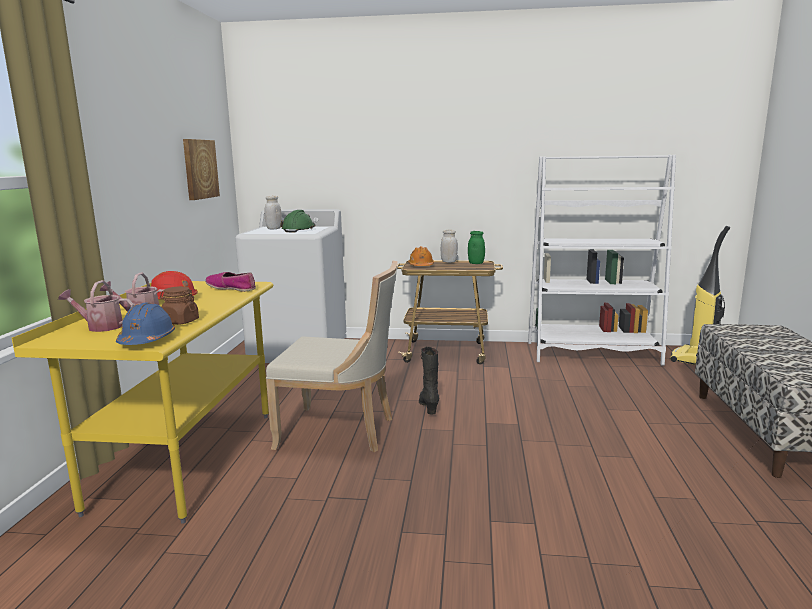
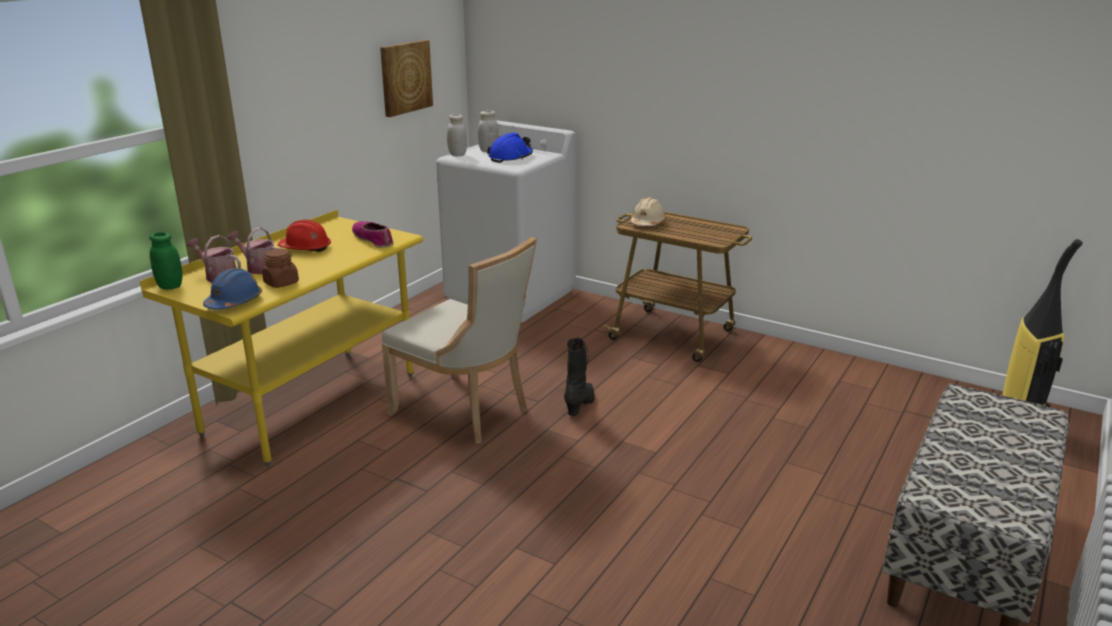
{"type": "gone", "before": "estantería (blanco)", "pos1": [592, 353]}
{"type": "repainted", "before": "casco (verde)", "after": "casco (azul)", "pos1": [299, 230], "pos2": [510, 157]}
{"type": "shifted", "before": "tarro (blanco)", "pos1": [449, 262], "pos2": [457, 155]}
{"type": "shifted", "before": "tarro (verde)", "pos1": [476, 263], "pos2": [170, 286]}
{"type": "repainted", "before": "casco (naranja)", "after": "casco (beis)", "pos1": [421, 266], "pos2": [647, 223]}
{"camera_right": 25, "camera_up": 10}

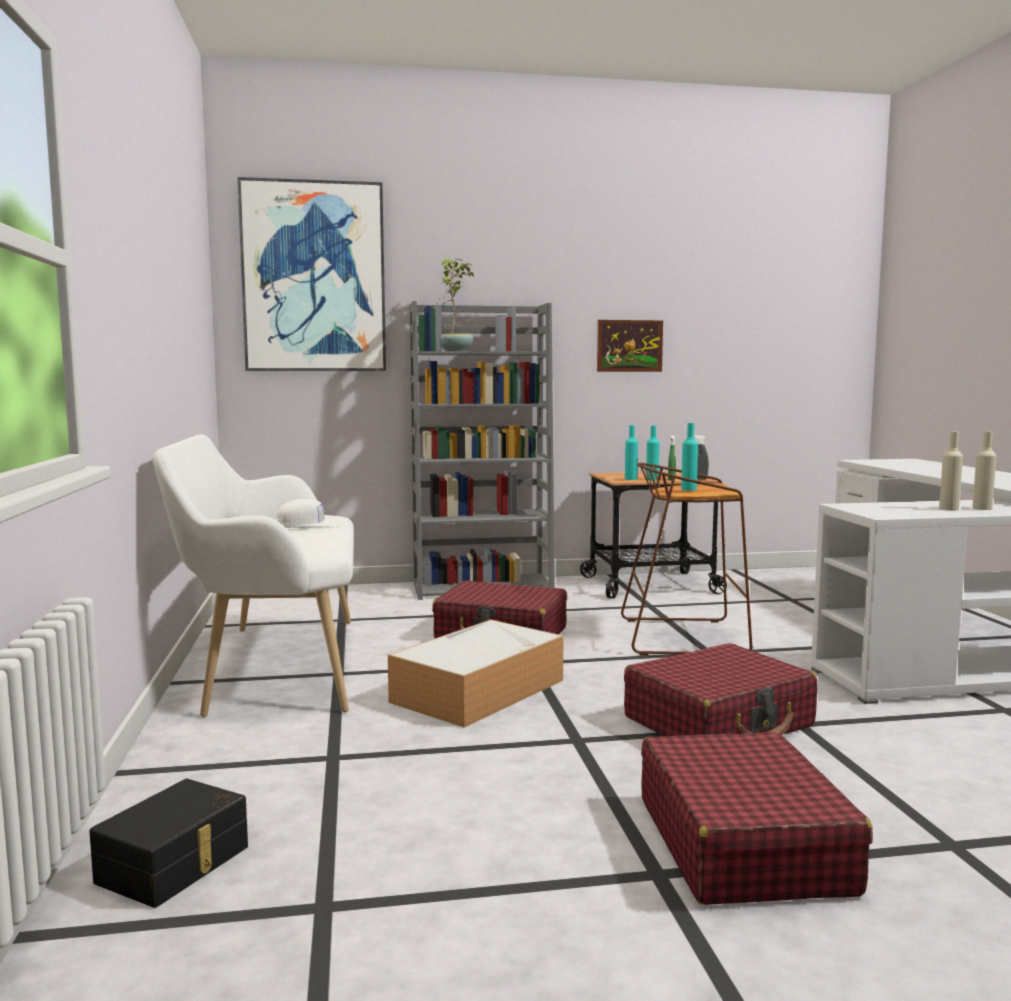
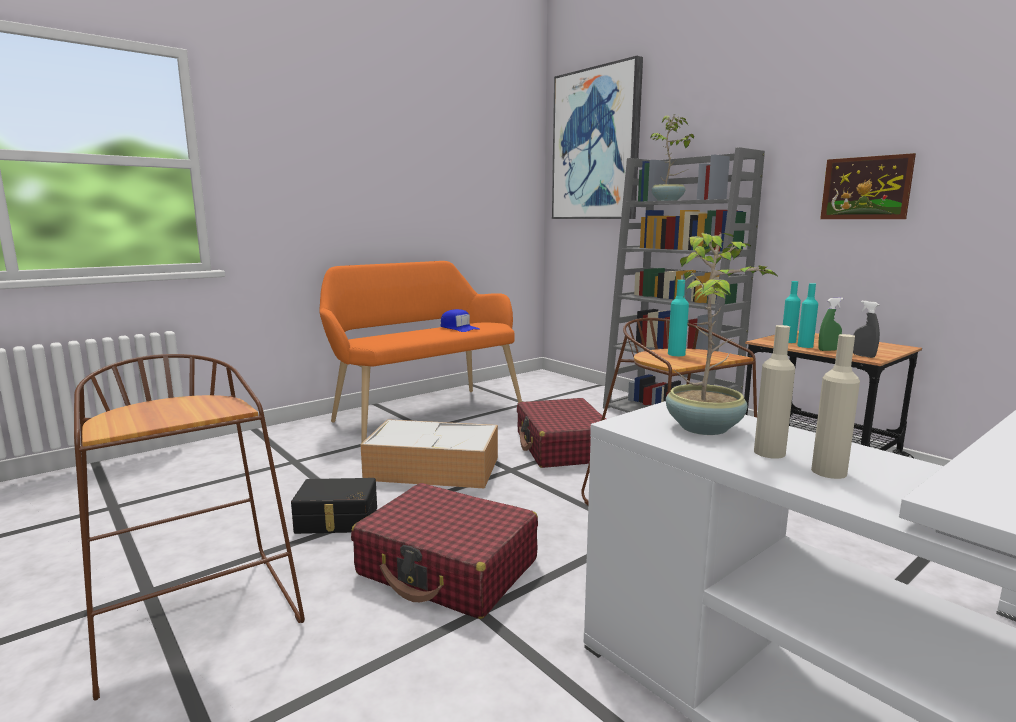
{"type": "repainted", "before": "banco (blanco)", "after": "banco (naranja)", "pos1": [273, 665], "pos2": [423, 412]}
{"type": "repainted", "before": "gorra (blanco)", "after": "gorra (azul)", "pos1": [308, 525], "pos2": [459, 328]}
{"type": "swapped", "before": "maleta (rojo)", "after": "taburete (marrón)", "pos1": [742, 844], "pos2": [198, 619]}
{"type": "shifted", "before": "caja de almacenaje (negro)", "pos1": [176, 865], "pos2": [336, 521]}
{"type": "new", "after": "planta en maceta", "pos2": [705, 427]}
{"camera_right": 60, "camera_up": 5}

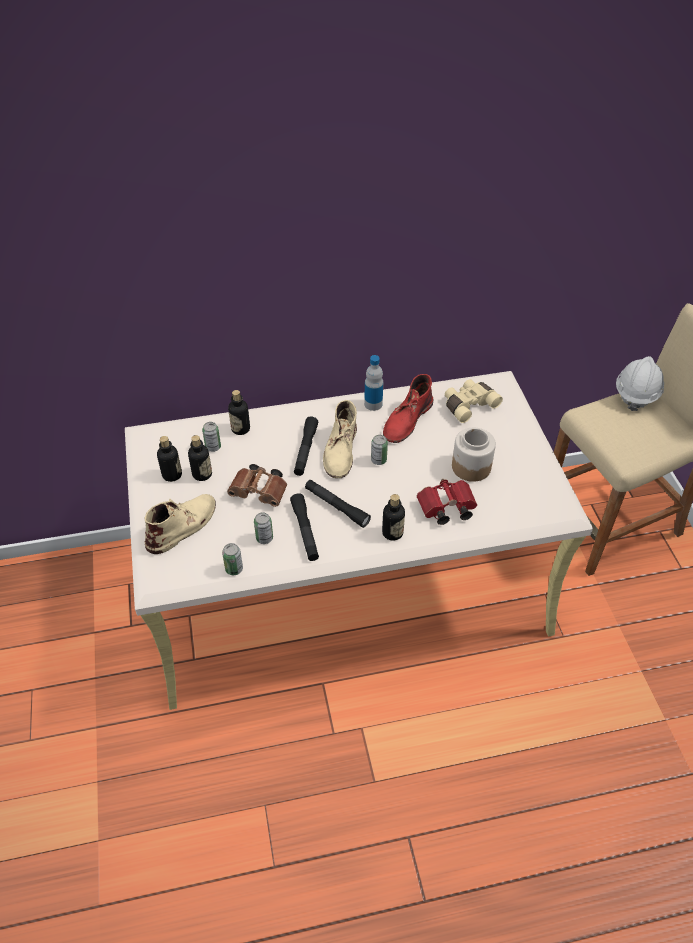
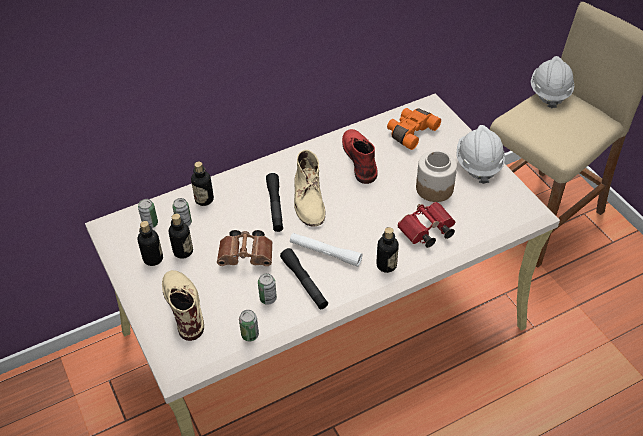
{"type": "gone", "before": "botella", "pos1": [373, 404]}
{"type": "rotated", "before": "bota (rojo)", "pos1": [407, 420], "pos2": [359, 158], "turn": 150}
{"type": "repainted", "before": "prismáticos (beis)", "after": "prismáticos (naranja)", "pos1": [468, 405], "pos2": [410, 132]}
{"type": "shifted", "before": "lata", "pos1": [378, 460], "pos2": [150, 223]}
{"type": "repainted", "before": "linterna (negro)", "after": "linterna (blanco)", "pos1": [336, 506], "pos2": [325, 253]}
{"type": "rotated", "before": "bota (beis)", "pos1": [183, 526], "pos2": [183, 305], "turn": -45}
{"type": "new", "after": "casco (blanco)", "pos2": [478, 164]}
{"camera_right": -15, "camera_up": 0}

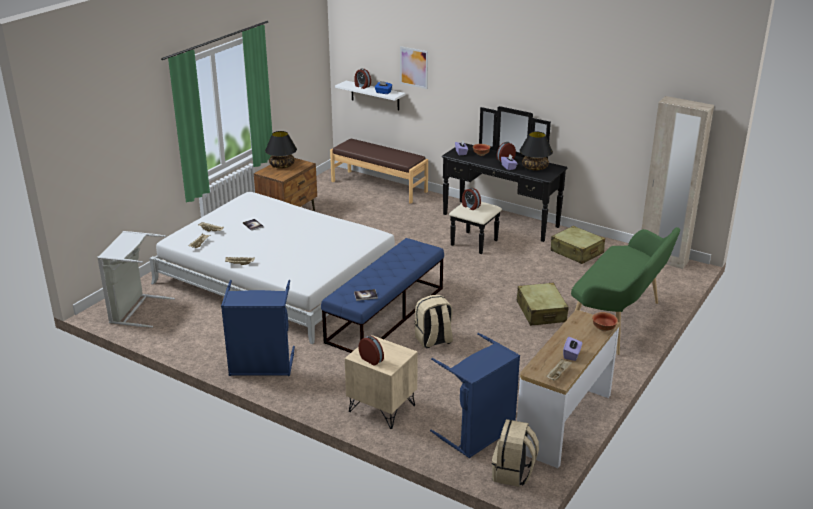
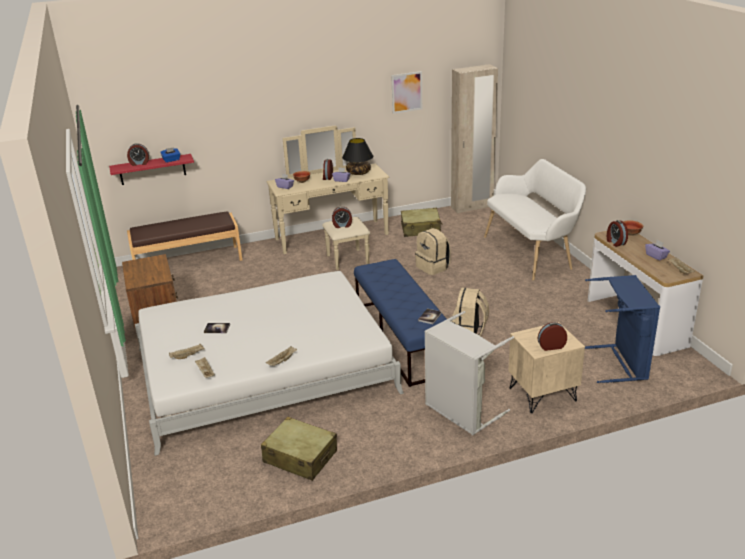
{"type": "shifted", "before": "cuadro", "pos1": [414, 67], "pos2": [407, 92]}
{"type": "repainted", "before": "estante (blanco)", "after": "estante (rojo)", "pos1": [375, 95], "pos2": [152, 169]}
{"type": "repainted", "before": "cómoda (negro)", "after": "cómoda (beis)", "pos1": [495, 225], "pos2": [335, 241]}
{"type": "gone", "before": "lámpara de mesa (negro)", "pos1": [282, 165]}
{"type": "repainted", "before": "banco (verde)", "after": "banco (blanco)", "pos1": [619, 322], "pos2": [531, 253]}
{"type": "shifted", "before": "cesto de la ropa (gris)", "pos1": [136, 310], "pos2": [461, 412]}
{"type": "gone", "before": "cesto de la ropa (azul)", "pos1": [261, 366]}
{"type": "shifted", "before": "maleta (beis)", "pos1": [541, 312], "pos2": [300, 457]}
{"type": "shifted", "before": "mochila (beis)", "pos1": [513, 473], "pos2": [433, 267]}
{"type": "new", "after": "despertador", "pos2": [615, 242]}
{"camera_right": -50, "camera_up": 0}

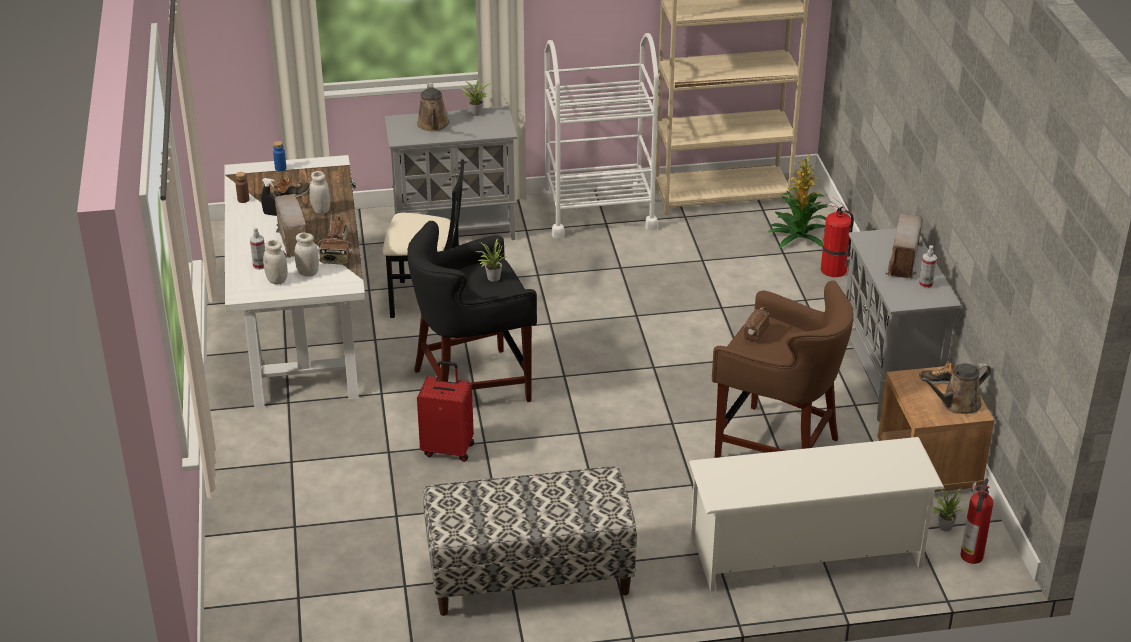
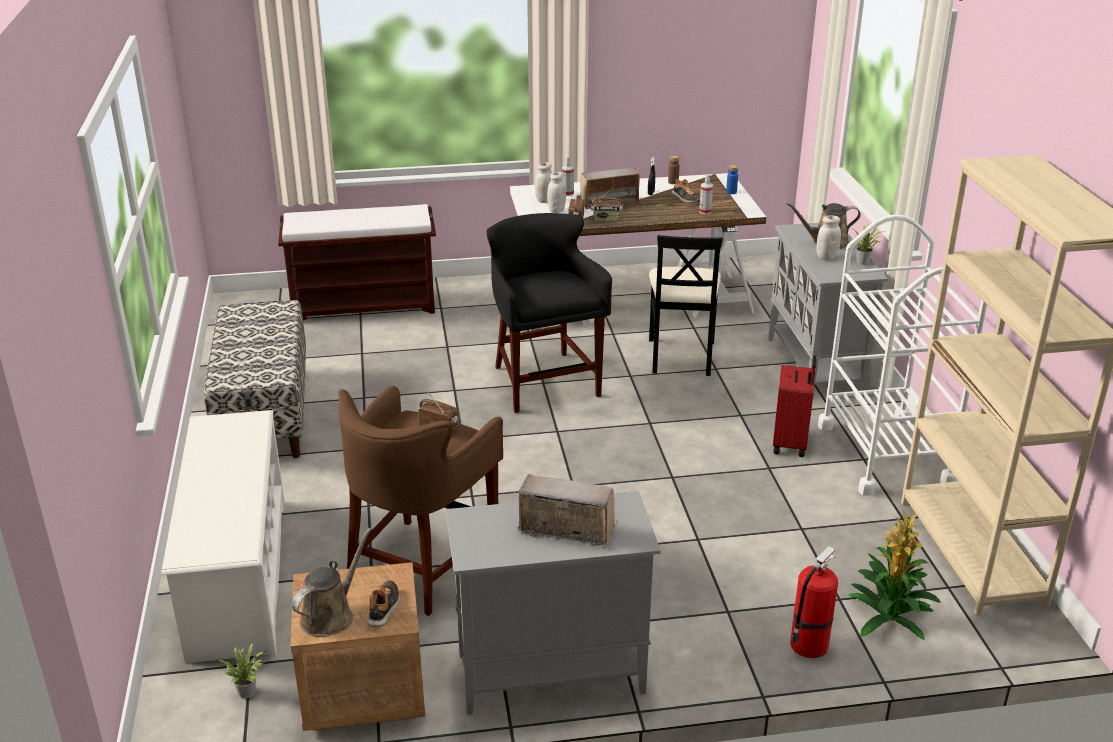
{"type": "shifted", "before": "tarro (blanco)", "pos1": [321, 210], "pos2": [826, 257]}
{"type": "gone", "before": "planta en maceta", "pos1": [492, 278]}
{"type": "shifted", "before": "pulverizador", "pos1": [925, 284], "pos2": [705, 211]}
{"type": "shifted", "before": "maleta (rojo)", "pos1": [448, 449], "pos2": [791, 444]}
{"type": "rotated", "before": "regadera (marrón)", "pos1": [957, 404], "pos2": [330, 615], "turn": 60}
{"type": "gone", "before": "extintor", "pos1": [971, 557]}
{"type": "new", "after": "banco (marrón)", "pos2": [365, 306]}
{"camera_right": 90, "camera_up": -5}

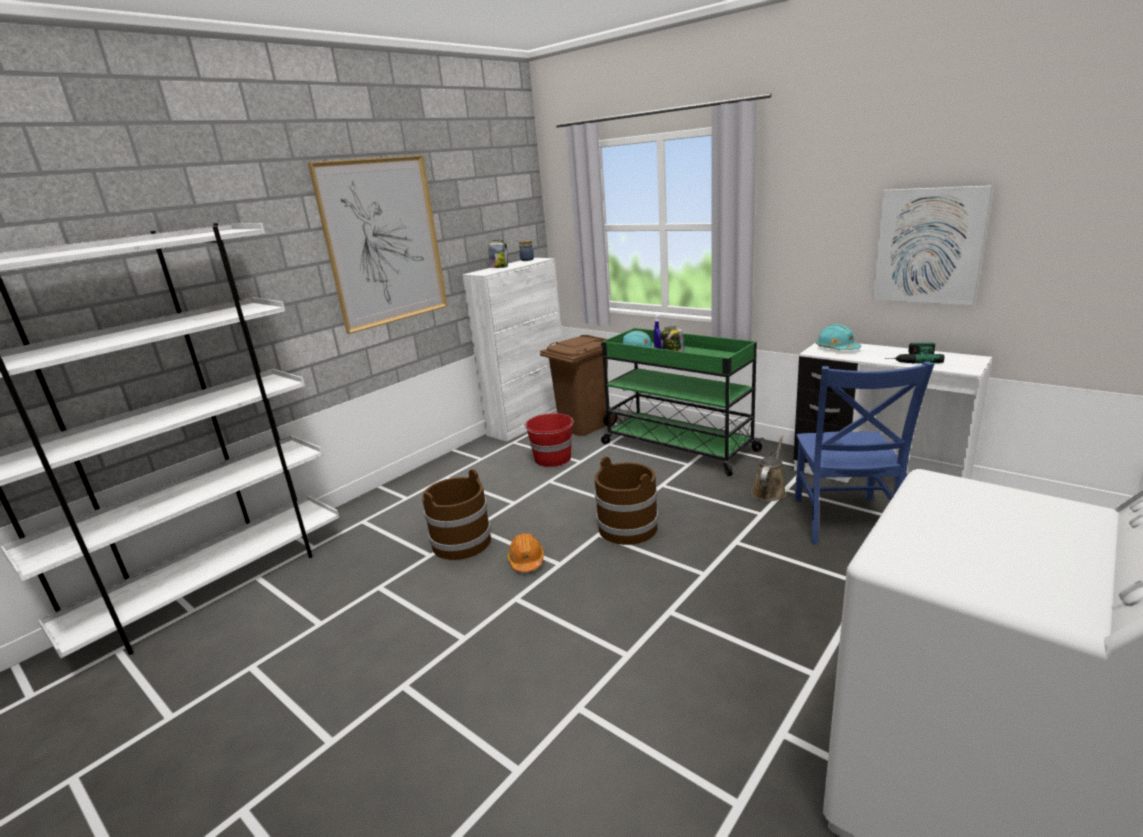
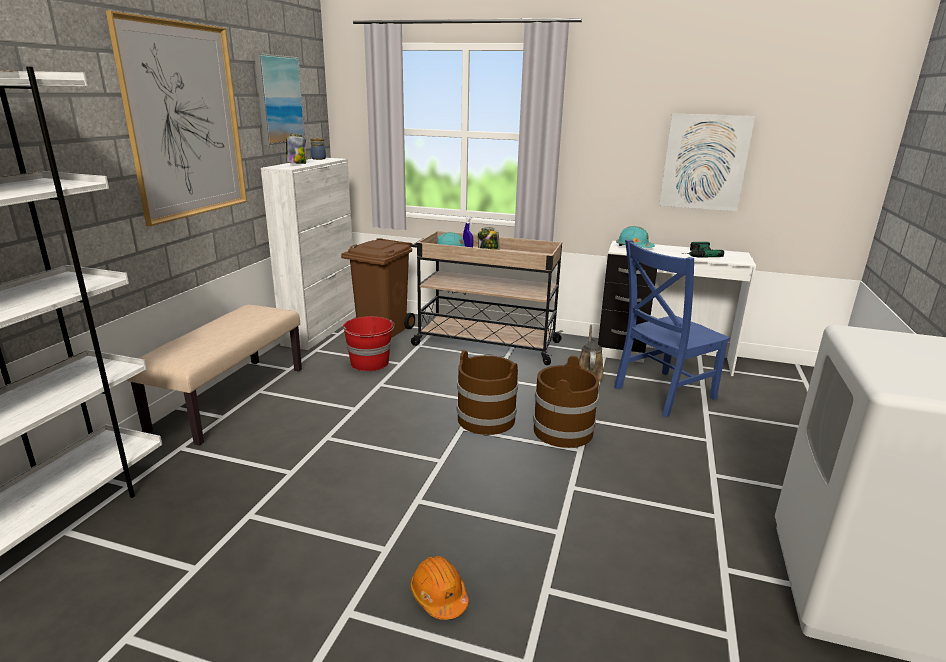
{"type": "repainted", "before": "carrito (verde)", "after": "carrito (beis)", "pos1": [676, 446], "pos2": [485, 343]}
{"type": "rotated", "before": "silla (azul)", "pos1": [844, 522], "pos2": [661, 394], "turn": 75}
{"type": "shifted", "before": "cubo (marrón)", "pos1": [461, 543], "pos2": [563, 431]}
{"type": "shifted", "before": "casco (naranja)", "pos1": [526, 560], "pos2": [439, 596]}
{"type": "new", "after": "cuadro", "pos2": [279, 100]}
{"type": "new", "after": "banco (beis)", "pos2": [230, 398]}
{"camera_right": -25, "camera_up": 0}

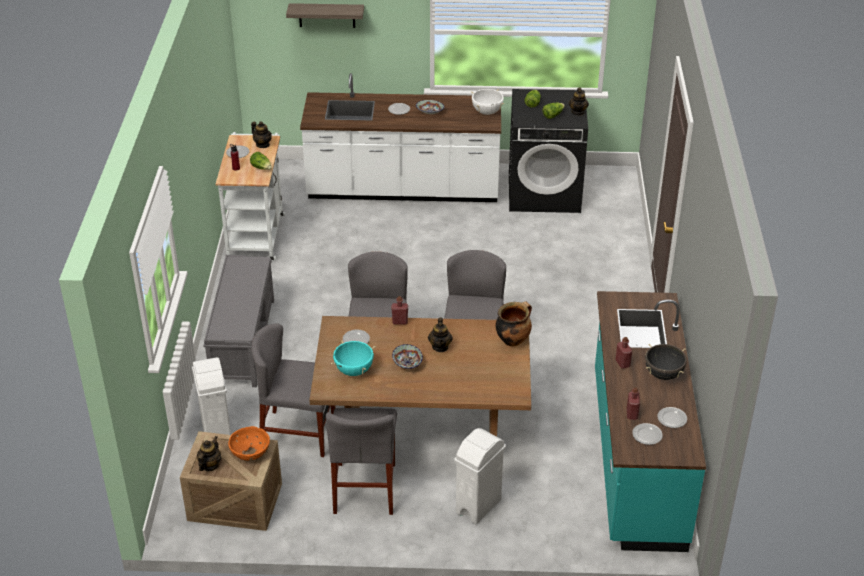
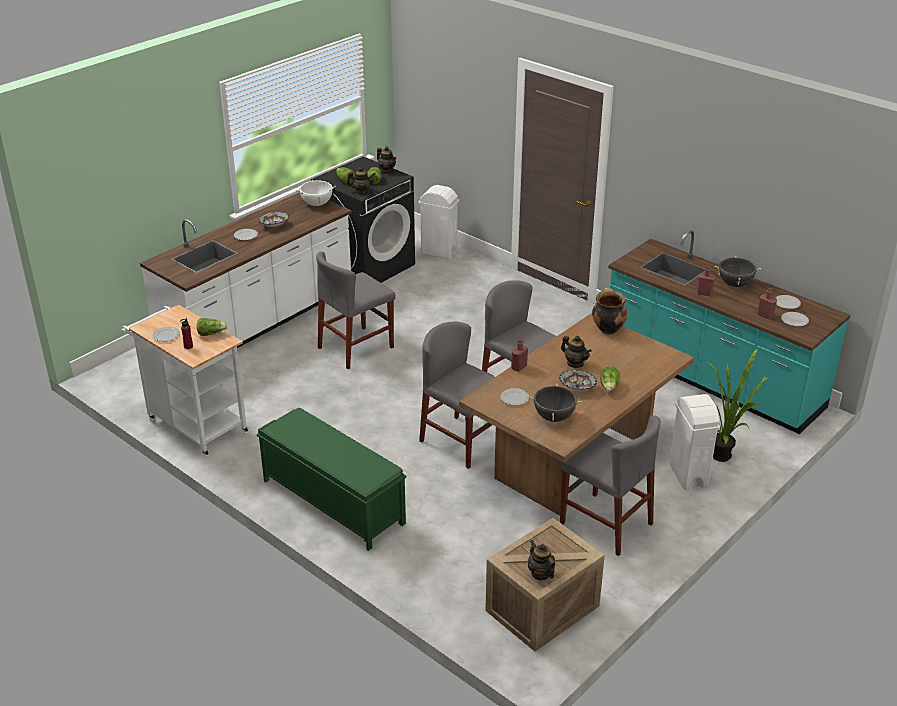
{"type": "gone", "before": "estante", "pos1": [327, 15]}
{"type": "shifted", "before": "tetera", "pos1": [263, 144], "pos2": [361, 191]}
{"type": "repainted", "before": "banco (gris)", "after": "banco (verde)", "pos1": [243, 341], "pos2": [332, 501]}
{"type": "shifted", "before": "silla (gris)", "pos1": [298, 434], "pos2": [356, 347]}
{"type": "repainted", "before": "olla (turquesa)", "after": "olla (negro)", "pos1": [354, 370], "pos2": [554, 417]}
{"type": "shifted", "before": "papelera (blanco)", "pos1": [217, 431], "pos2": [438, 252]}
{"type": "gone", "before": "cuenco (naranja)", "pos1": [250, 454]}
{"type": "new", "after": "planta en maceta", "pos2": [725, 455]}
{"type": "new", "after": "lechuga", "pos2": [609, 386]}
{"camera_right": -50, "camera_up": -5}

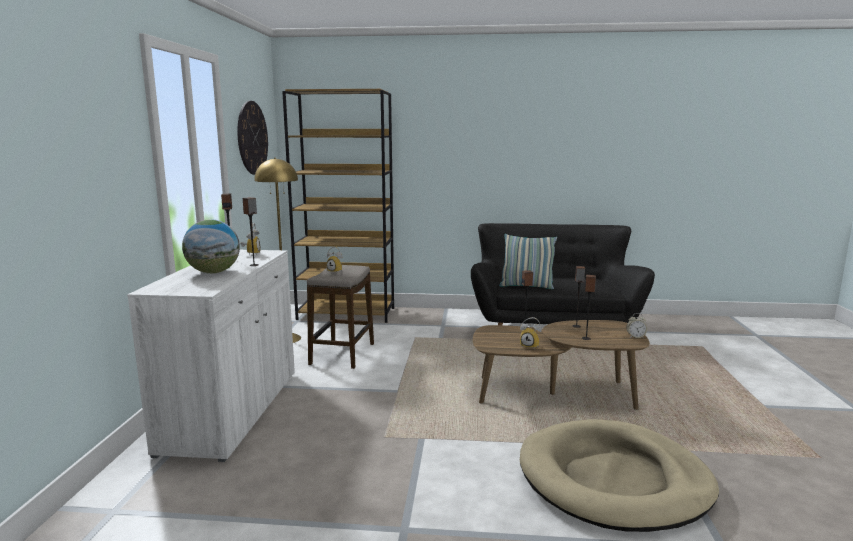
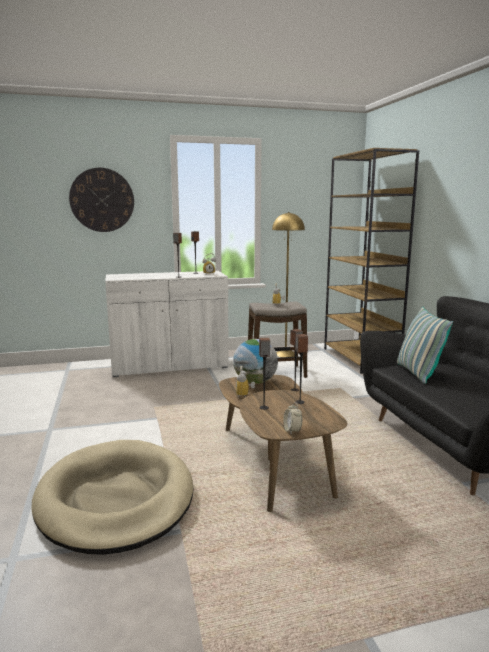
{"type": "shifted", "before": "reloj de pared", "pos1": [252, 138], "pos2": [102, 200]}
{"type": "shifted", "before": "globo terráqueo", "pos1": [213, 272], "pos2": [255, 382]}
{"camera_right": 70, "camera_up": 0}

